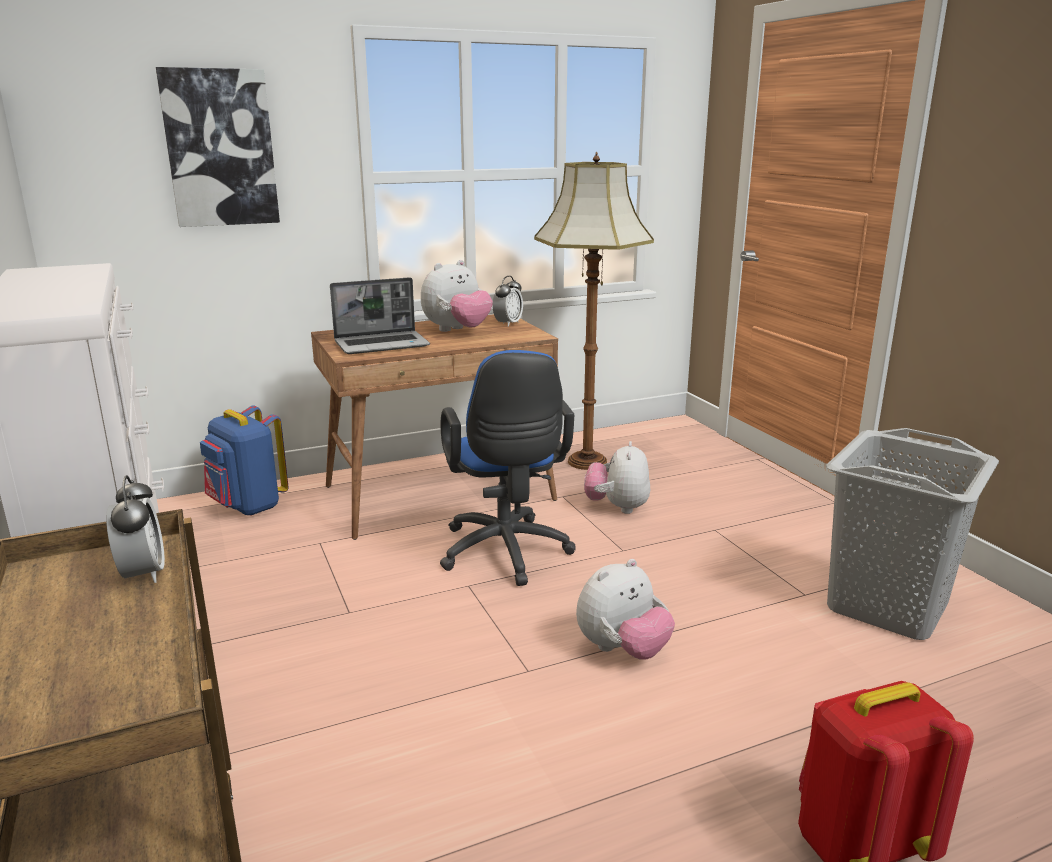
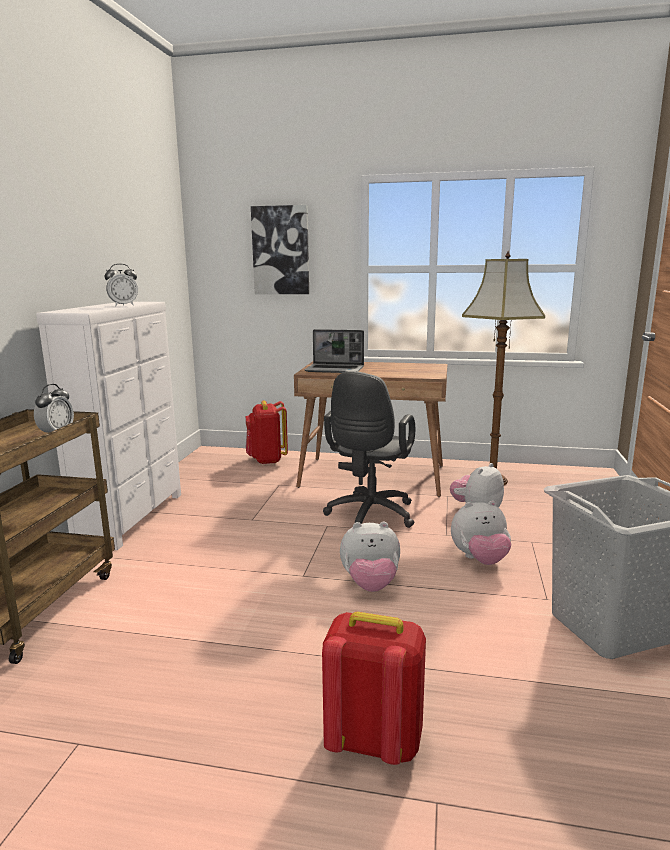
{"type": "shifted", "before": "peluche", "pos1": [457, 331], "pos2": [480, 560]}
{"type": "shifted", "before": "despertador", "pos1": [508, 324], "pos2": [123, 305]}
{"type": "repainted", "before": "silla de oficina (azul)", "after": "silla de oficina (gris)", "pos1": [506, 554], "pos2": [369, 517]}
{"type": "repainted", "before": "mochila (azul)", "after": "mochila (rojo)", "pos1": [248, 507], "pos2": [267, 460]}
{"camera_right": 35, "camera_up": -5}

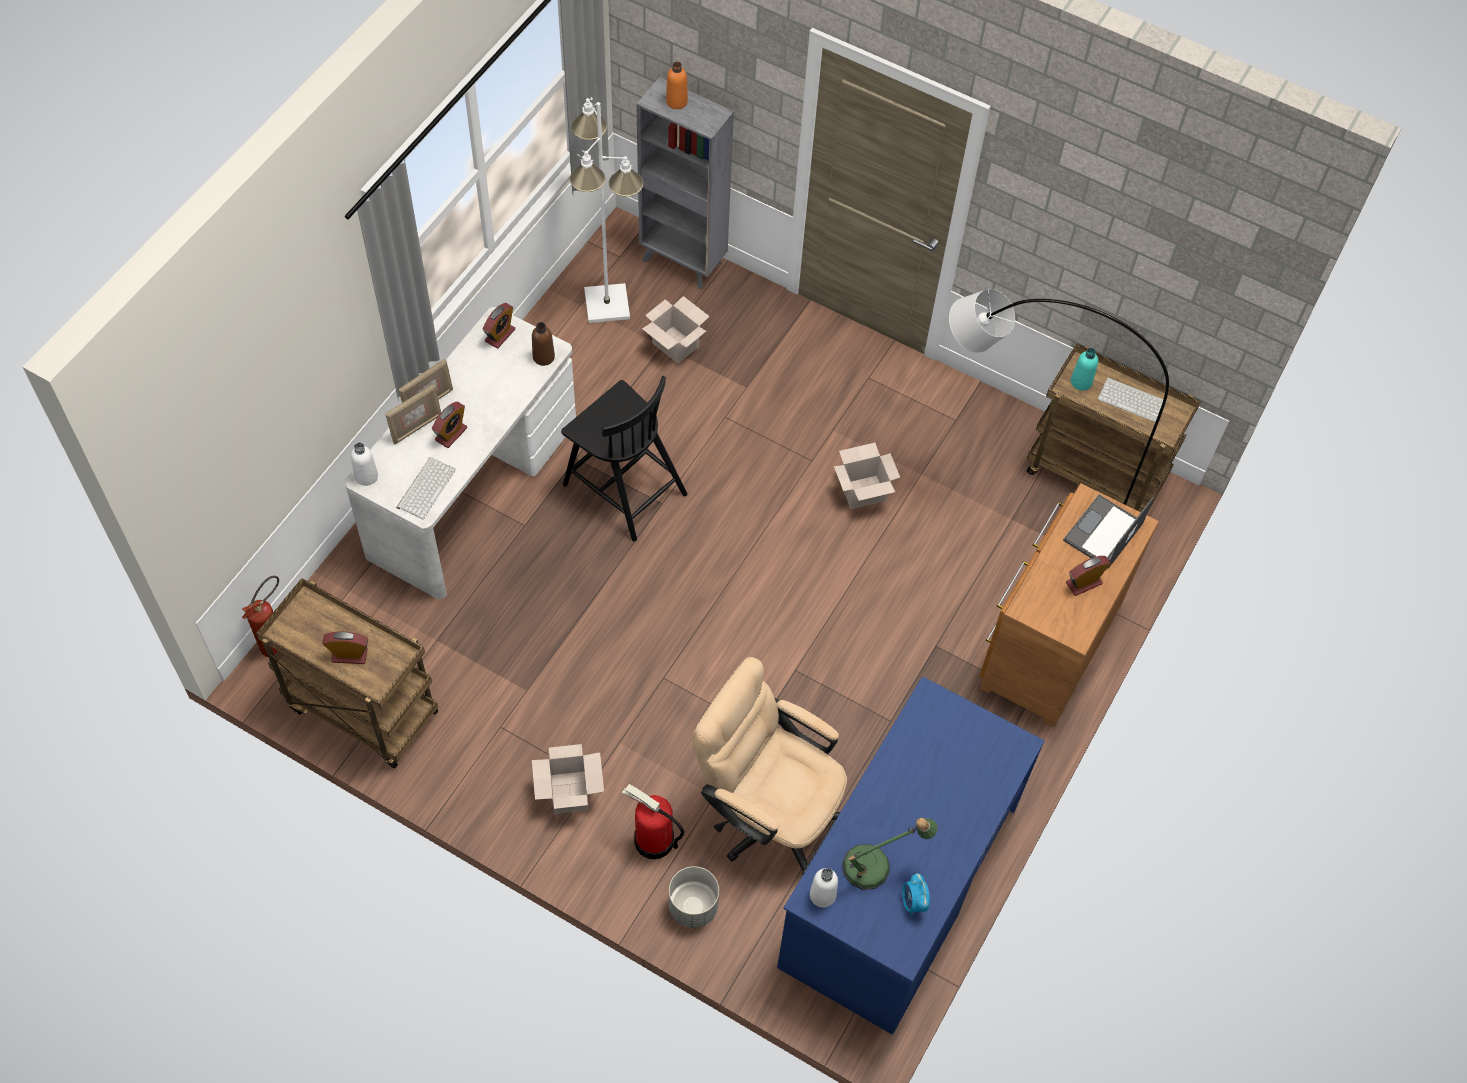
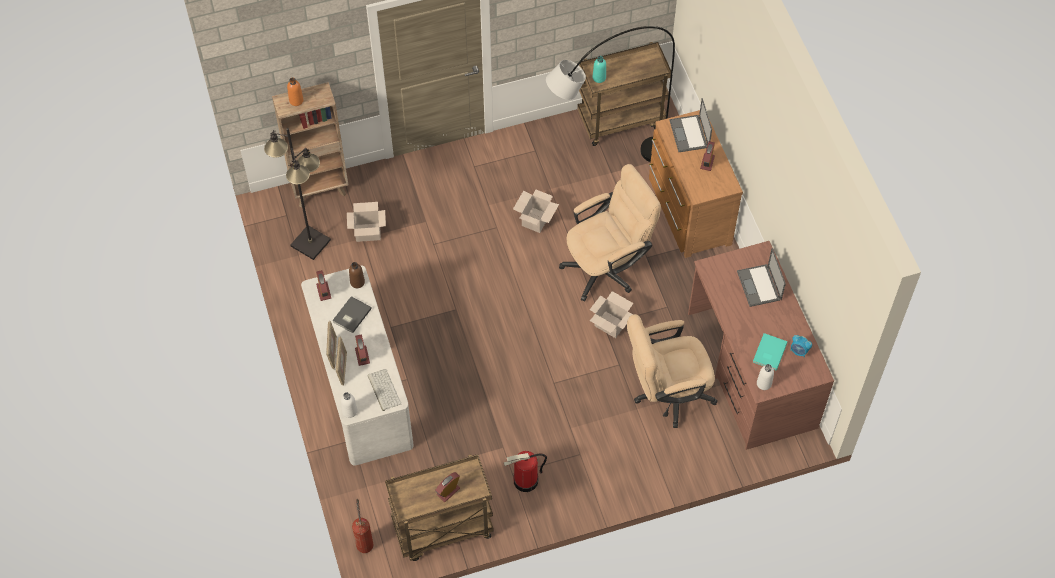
{"type": "repainted", "before": "estantería (gris)", "after": "estantería (marrón)", "pos1": [683, 262], "pos2": [320, 190]}
{"type": "repainted", "before": "lámpara de pie (blanco)", "after": "lámpara de pie (negro)", "pos1": [607, 304], "pos2": [310, 242]}
{"type": "gone", "before": "silla (negro)", "pos1": [623, 487]}
{"type": "gone", "before": "teclado", "pos1": [1133, 400]}
{"type": "repainted", "before": "escritorio (azul)", "after": "escritorio (marrón)", "pos1": [897, 887], "pos2": [751, 370]}
{"type": "shifted", "before": "caja de cartón", "pos1": [568, 791], "pos2": [609, 324]}
{"type": "shifted", "before": "extintor", "pos1": [653, 841], "pos2": [525, 481]}
{"type": "swapped", "before": "lámpara de mesa", "after": "libro (turquesa)", "pos1": [875, 866], "pos2": [768, 352]}
{"type": "gone", "before": "maceta (gris)", "pos1": [692, 906]}
{"type": "new", "after": "silla de oficina (beis)", "pos2": [607, 266]}
{"type": "new", "after": "portátil", "pos2": [759, 286]}
{"type": "new", "after": "libro (gris)", "pos2": [351, 315]}
{"camera_right": -45, "camera_up": 0}

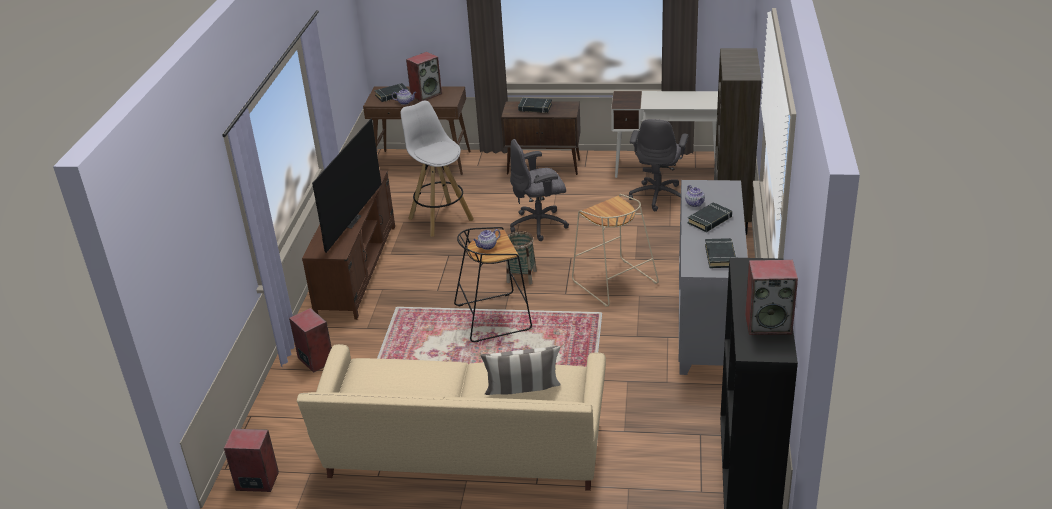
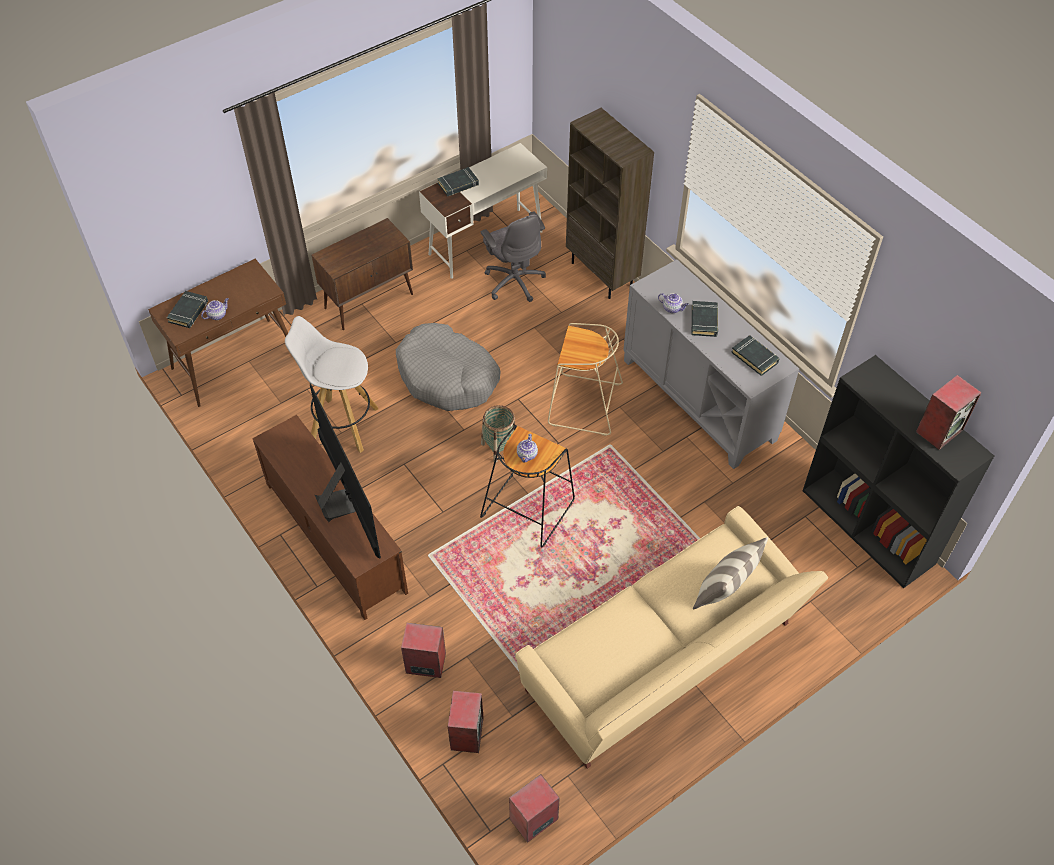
{"type": "shifted", "before": "altavoz", "pos1": [426, 94], "pos2": [466, 733]}
{"type": "shifted", "before": "libro (negro)", "pos1": [535, 108], "pos2": [458, 184]}
{"type": "swapped", "before": "silla de oficina (gris)", "after": "cama para perro (gris)", "pos1": [540, 225], "pos2": [447, 377]}
{"camera_right": -45, "camera_up": 20}

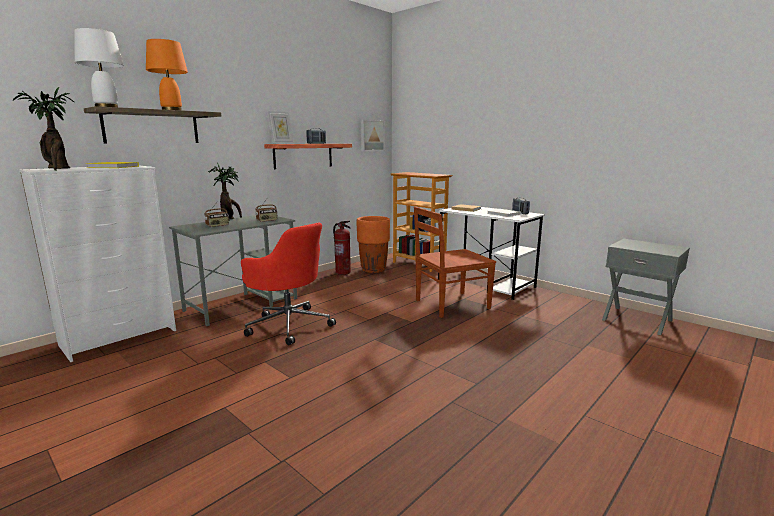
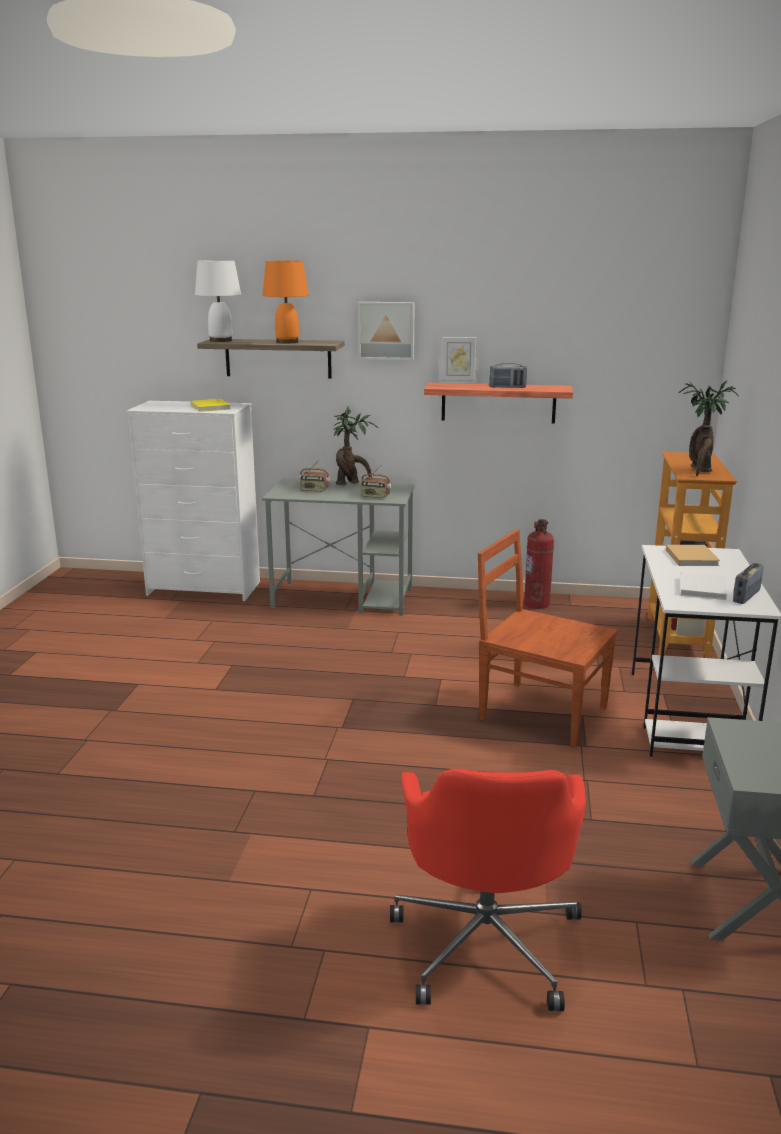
{"type": "shifted", "before": "planta en maceta", "pos1": [58, 169], "pos2": [700, 471]}
{"type": "shifted", "before": "cuadro", "pos1": [371, 135], "pos2": [386, 330]}
{"type": "gone", "before": "maceta (naranja)", "pos1": [373, 270]}
{"type": "shifted", "before": "silla de oficina (rojo)", "pos1": [289, 325], "pos2": [486, 941]}
{"camera_right": 55, "camera_up": 5}

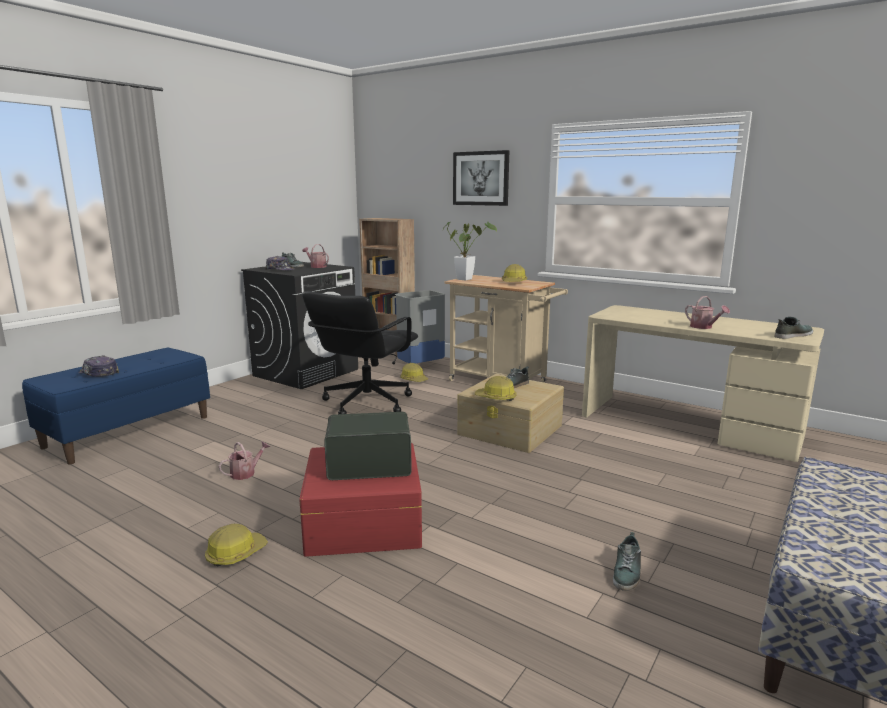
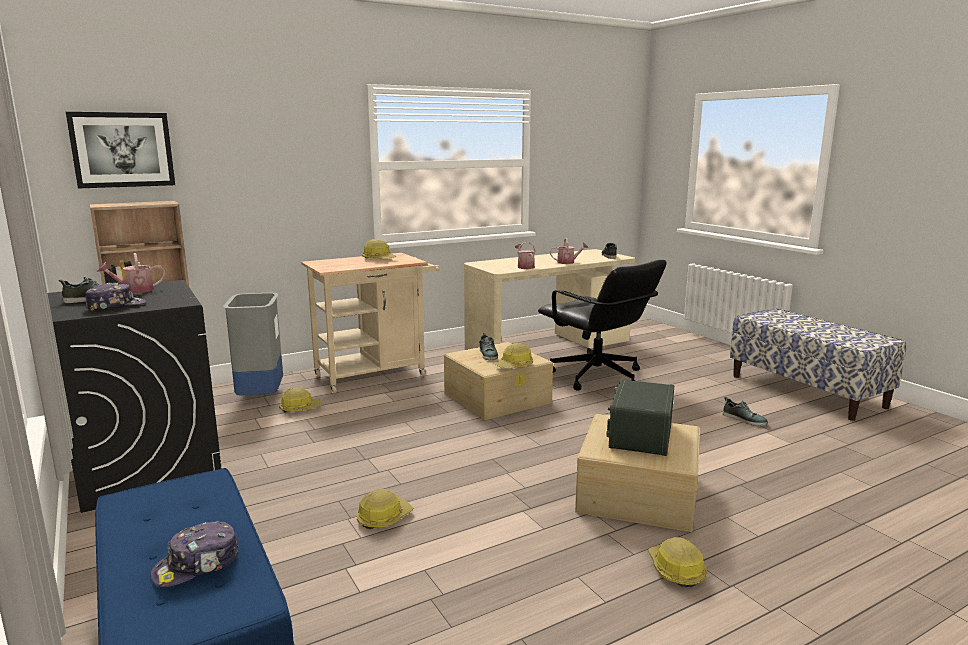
{"type": "shifted", "before": "cuadro", "pos1": [481, 178], "pos2": [122, 150]}
{"type": "gone", "before": "planta en maceta", "pos1": [466, 279]}
{"type": "shifted", "before": "silla de oficina (negro)", "pos1": [366, 403], "pos2": [597, 377]}
{"type": "shifted", "before": "regadera", "pos1": [246, 473], "pos2": [524, 266]}
{"type": "repainted", "before": "caja de almacenaje (rojo)", "after": "caja de almacenaje (beis)", "pos1": [362, 520], "pos2": [637, 494]}
{"type": "new", "after": "casco", "pos2": [383, 518]}
{"camera_right": -65, "camera_up": 0}

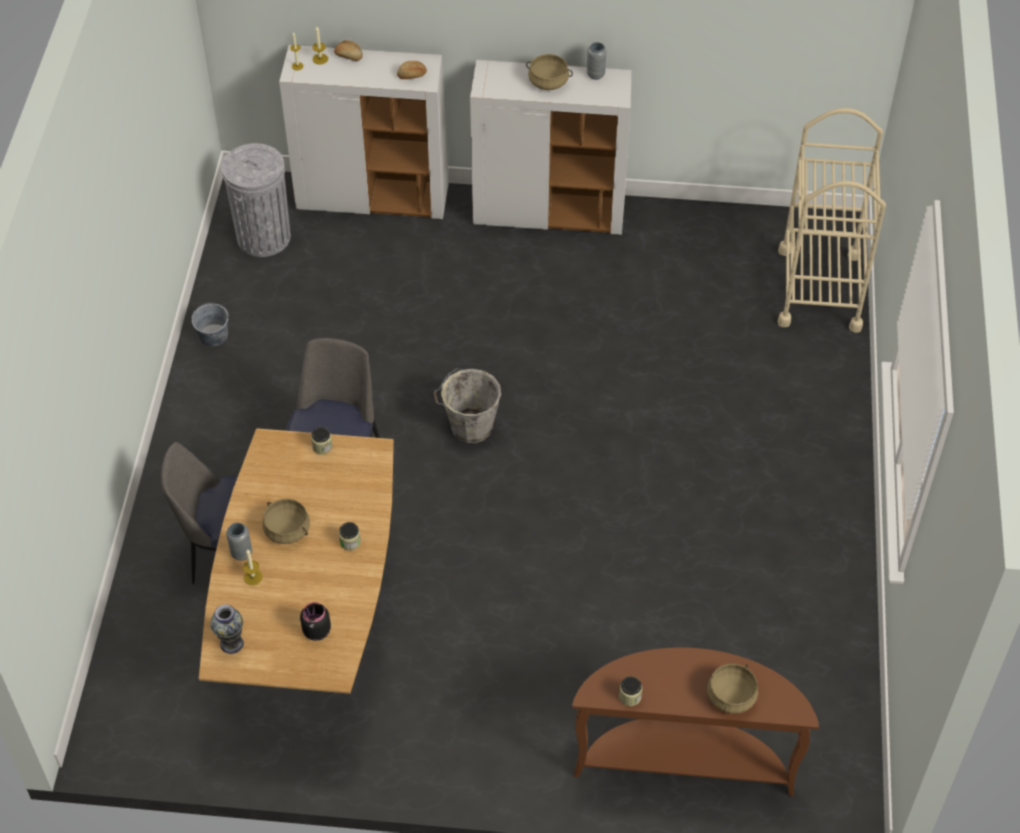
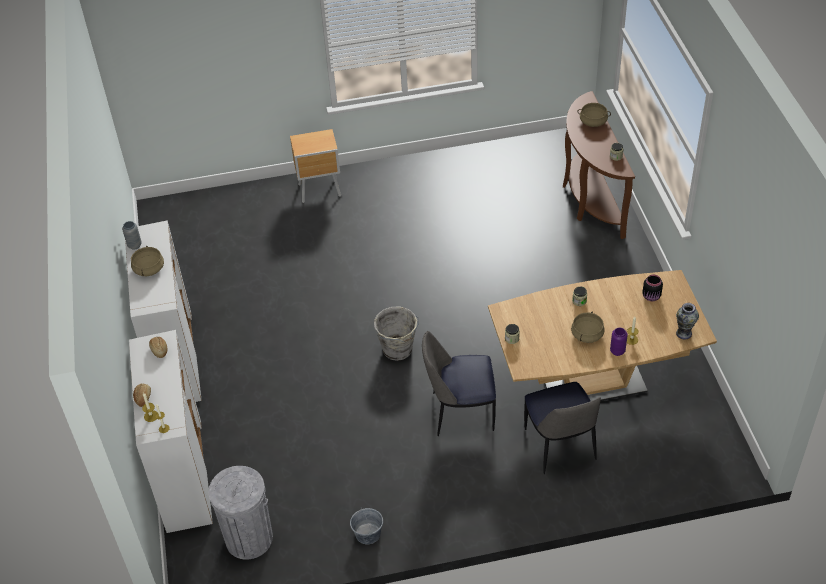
{"type": "gone", "before": "carrito (beis)", "pos1": [819, 289]}
{"type": "repainted", "before": "florero (gris)", "after": "florero (morado)", "pos1": [241, 553], "pos2": [617, 351]}
{"type": "new", "after": "mesita de noche (marrón)", "pos2": [320, 191]}
{"camera_right": -105, "camera_up": -5}

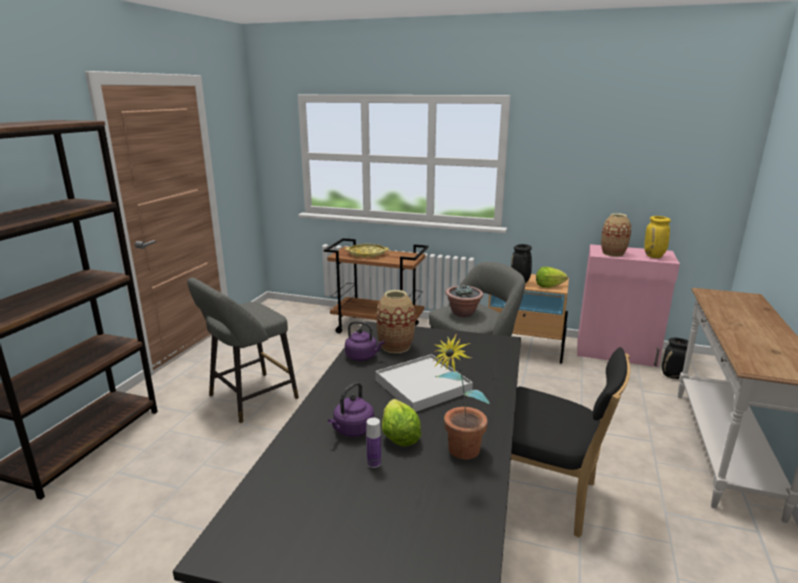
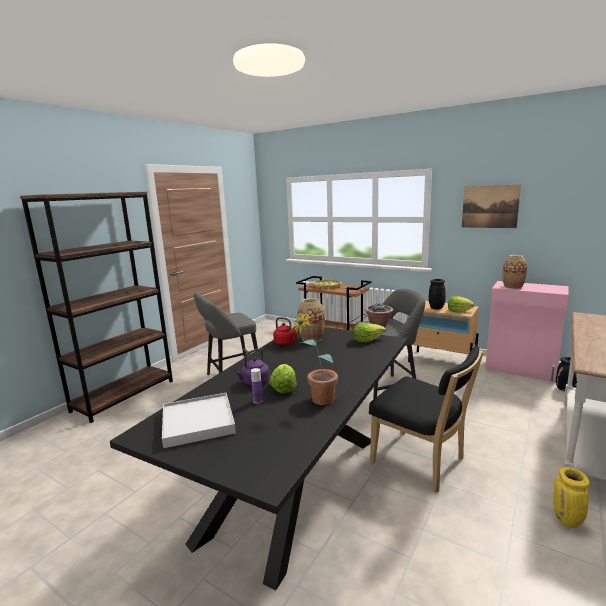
{"type": "shifted", "before": "florero (amarillo)", "pos1": [654, 256], "pos2": [567, 521]}
{"type": "repainted", "before": "hervidor (morado)", "after": "hervidor (rojo)", "pos1": [363, 357], "pos2": [286, 343]}
{"type": "shifted", "before": "bandeja (blanco)", "pos1": [422, 386], "pos2": [198, 422]}
{"type": "new", "after": "cuadro", "pos2": [490, 206]}
{"type": "new", "after": "lechuga", "pos2": [367, 340]}
{"camera_right": 15, "camera_up": -5}

